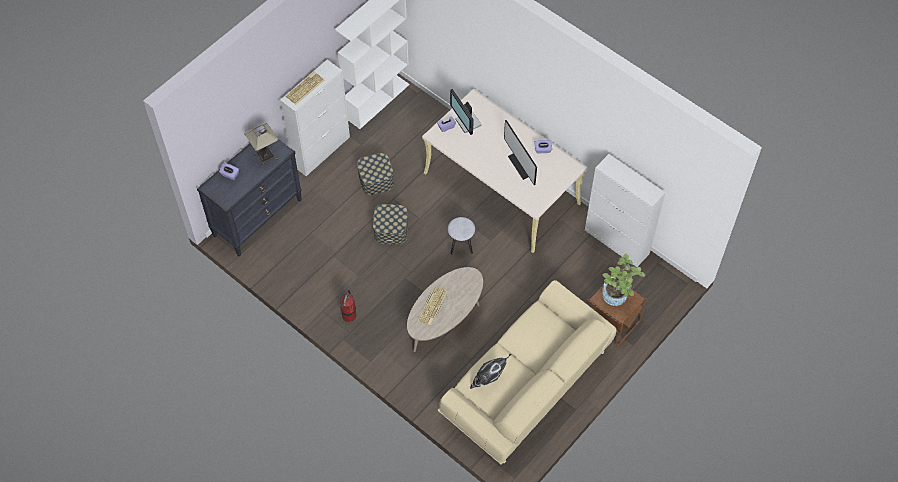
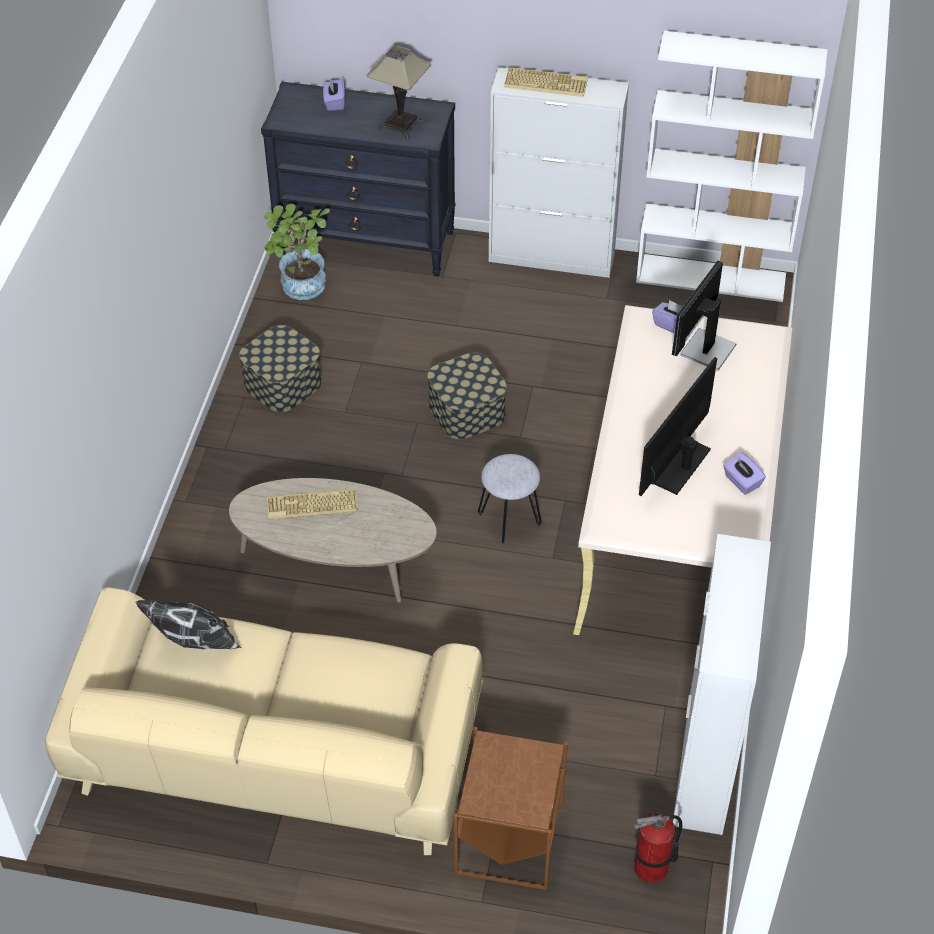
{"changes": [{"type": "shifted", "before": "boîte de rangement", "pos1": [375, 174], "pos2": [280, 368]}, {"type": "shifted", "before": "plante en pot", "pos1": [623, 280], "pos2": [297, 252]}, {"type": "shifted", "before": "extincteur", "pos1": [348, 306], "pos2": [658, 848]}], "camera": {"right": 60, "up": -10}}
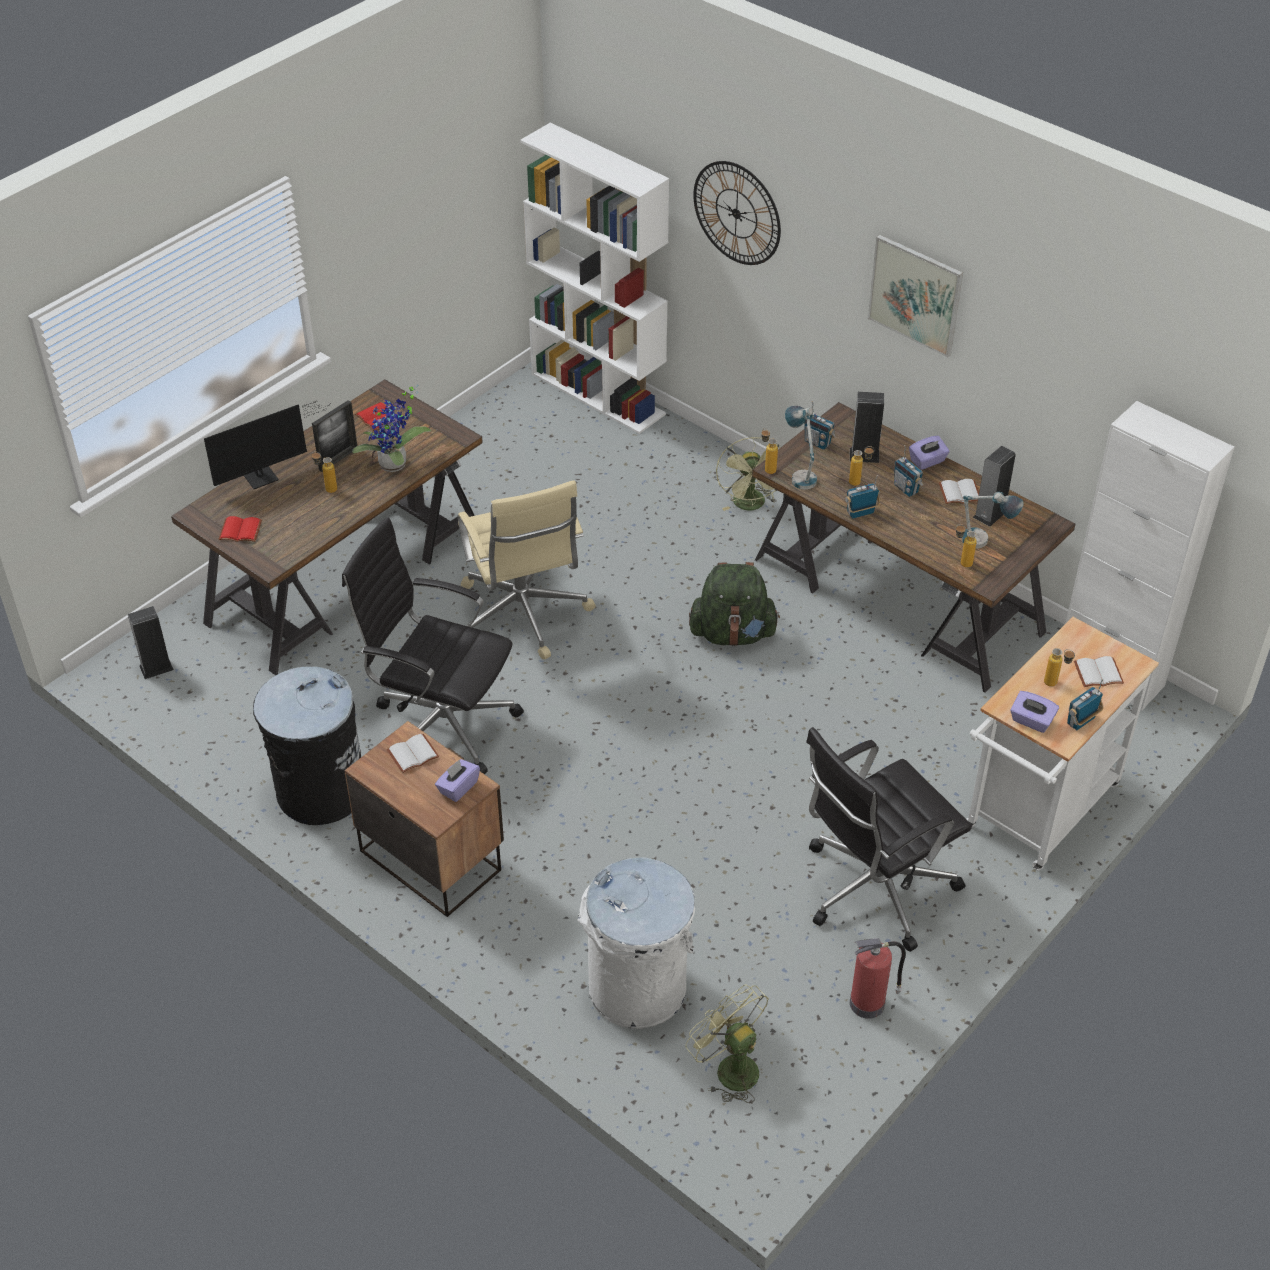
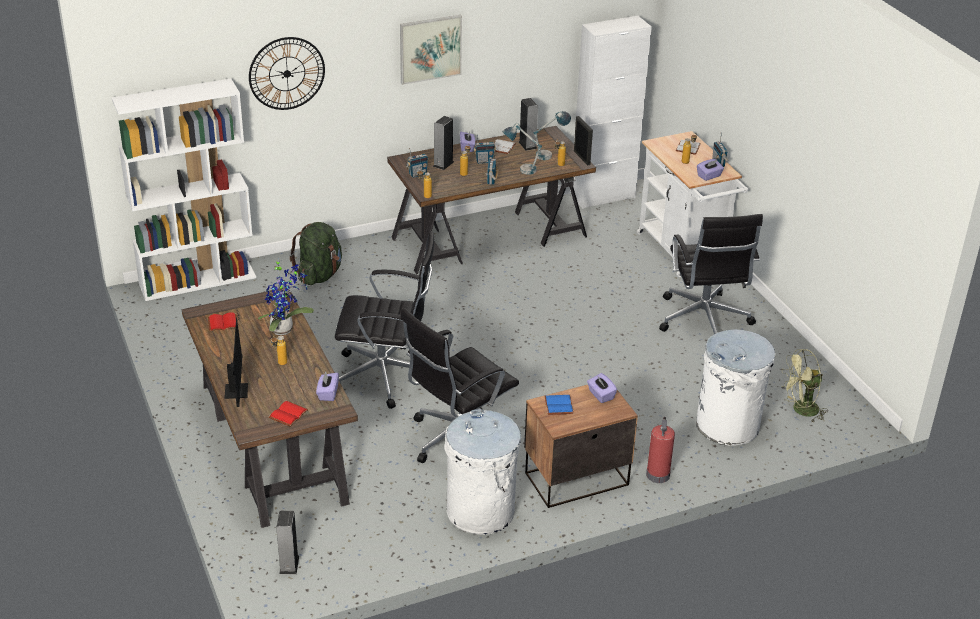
{"changes": [{"type": "shifted", "before": "sac à dos/vert", "pos1": [734, 604], "pos2": [316, 253]}, {"type": "new", "after": "boîte à mouchoirs/violet", "pos2": [327, 386]}, {"type": "repainted", "before": "chaise de bureau/beige", "after": "chaise de bureau/noir", "pos1": [527, 569], "pos2": [384, 320]}, {"type": "repainted", "before": "poubelle/noir", "after": "poubelle/blanc", "pos1": [307, 745], "pos2": [482, 472]}, {"type": "shifted", "before": "lampe de table", "pos1": [801, 448], "pos2": [522, 149]}, {"type": "repainted", "before": "livre/blanc", "after": "livre/bleu", "pos1": [413, 753], "pos2": [559, 405]}, {"type": "shifted", "before": "cadre photo", "pos1": [334, 436], "pos2": [583, 141]}, {"type": "shifted", "before": "extincteur", "pos1": [878, 978], "pos2": [660, 450]}, {"type": "gone", "before": "ventilateur/vert", "pos1": [748, 474]}], "camera": {"right": -65, "up": -10}}
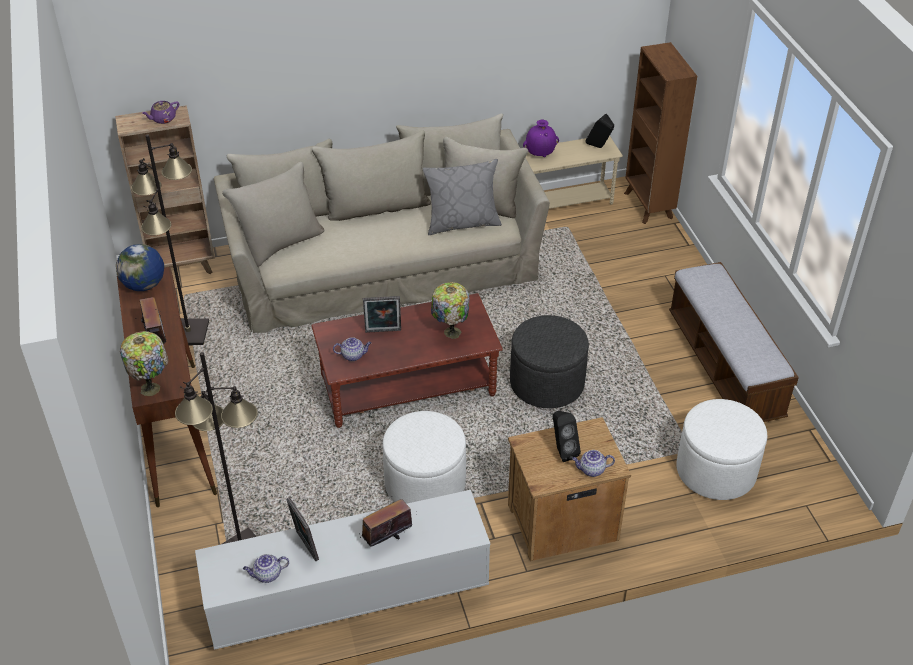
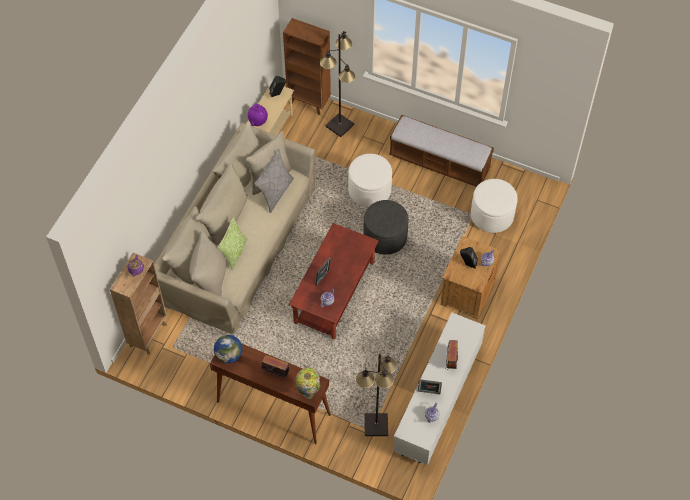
{"changes": [{"type": "new", "after": "coussin", "pos2": [233, 243]}, {"type": "shifted", "before": "lampadaire/noir", "pos1": [170, 240], "pos2": [337, 84]}, {"type": "shifted", "before": "pouf/blanc", "pos1": [424, 457], "pos2": [370, 180]}, {"type": "gone", "before": "lampe de table", "pos1": [450, 310]}], "camera": {"right": -50, "up": 15}}
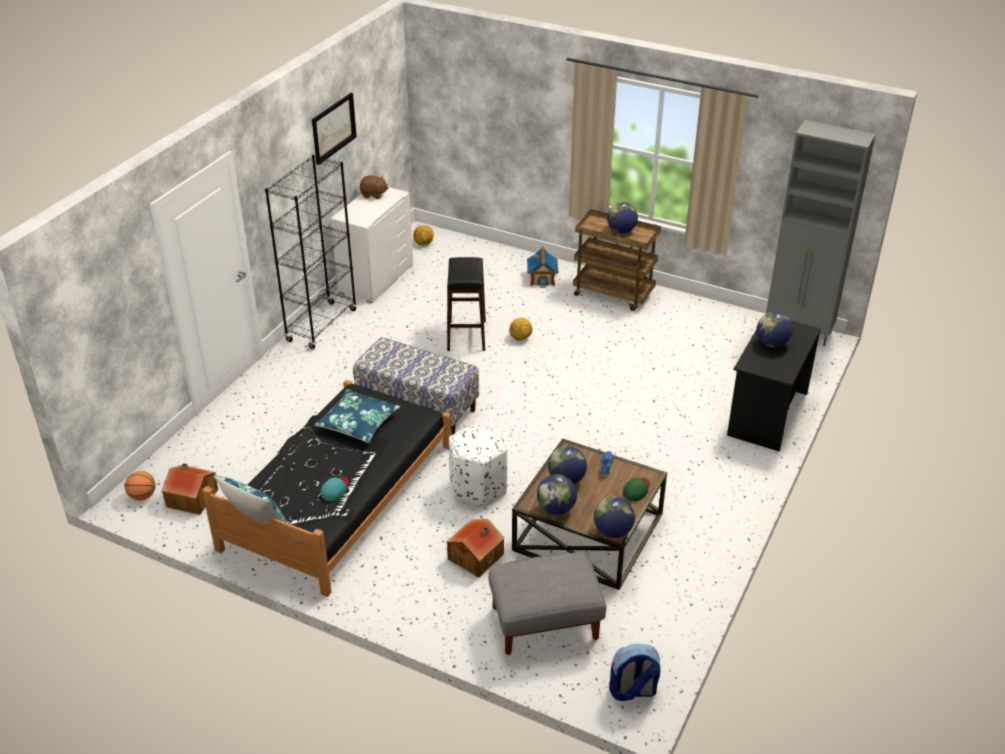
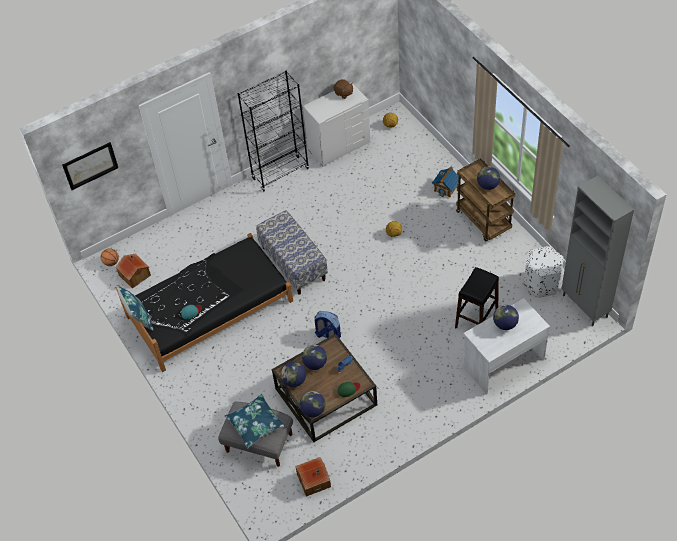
{"changes": [{"type": "shifted", "before": "tableau", "pos1": [334, 129], "pos2": [90, 166]}, {"type": "shifted", "before": "coussin/bleu", "pos1": [357, 416], "pos2": [255, 421]}, {"type": "shifted", "before": "maison miniature", "pos1": [475, 548], "pos2": [313, 477]}, {"type": "shifted", "before": "sac à dos", "pos1": [634, 672], "pos2": [327, 324]}, {"type": "shifted", "before": "tabouret/noir", "pos1": [466, 304], "pos2": [477, 298]}, {"type": "repainted", "before": "bureau/noir", "after": "bureau/blanc", "pos1": [774, 386], "pos2": [506, 346]}, {"type": "shifted", "before": "pouf/blanc", "pos1": [478, 465], "pos2": [544, 272]}], "camera": {"right": 35, "up": 15}}
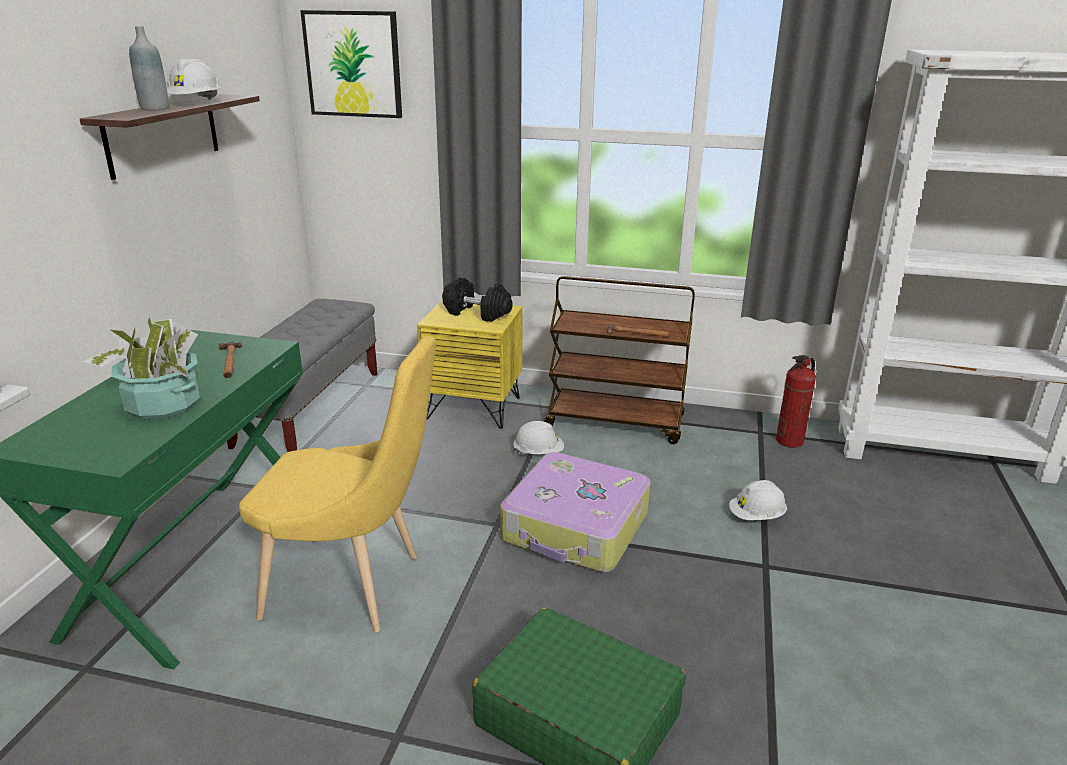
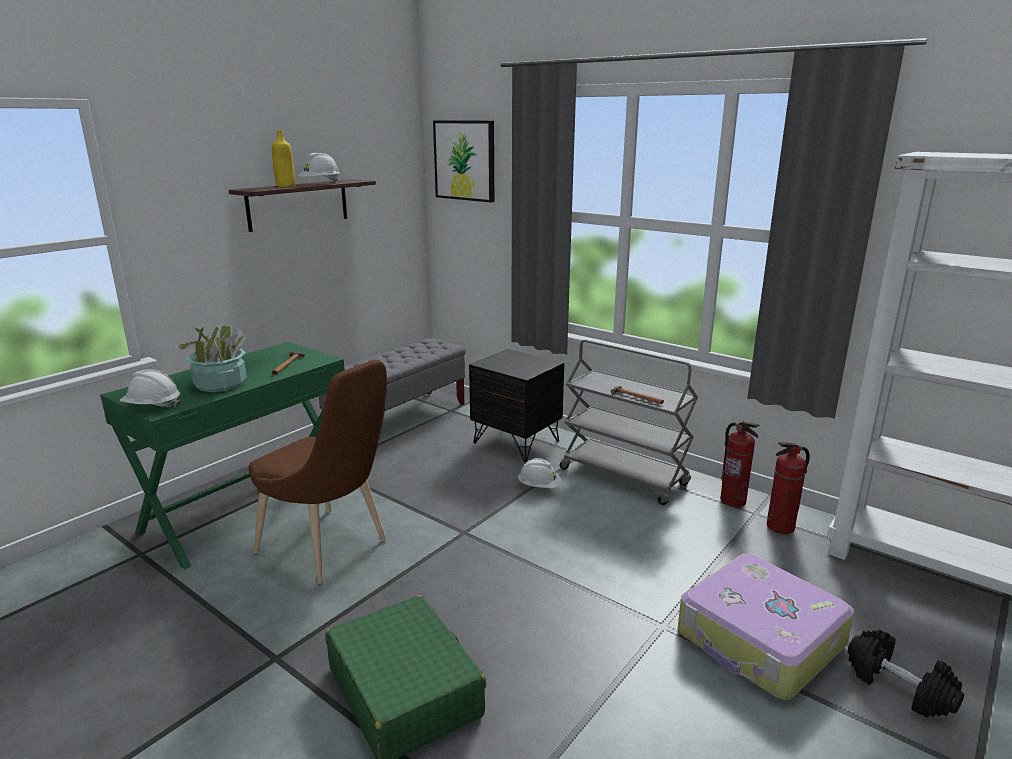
{"changes": [{"type": "shifted", "before": "casque de chantier/blanc", "pos1": [758, 500], "pos2": [150, 388]}, {"type": "repainted", "before": "chaise/jaune", "after": "chaise/marron", "pos1": [337, 484], "pos2": [318, 472]}, {"type": "repainted", "before": "bouteille/gris", "after": "bouteille/jaune", "pos1": [149, 68], "pos2": [283, 158]}, {"type": "repainted", "before": "table de chevet/jaune", "after": "table de chevet/noir", "pos1": [470, 364], "pos2": [516, 405]}, {"type": "repainted", "before": "chariot/marron", "after": "chariot/gris", "pos1": [619, 360], "pos2": [629, 422]}, {"type": "shifted", "before": "valise", "pos1": [575, 512], "pos2": [766, 627]}, {"type": "new", "after": "extincteur", "pos2": [739, 464]}, {"type": "shifted", "before": "haltère/noir", "pos1": [477, 299], "pos2": [906, 674]}], "camera": {"right": 25, "up": -5}}
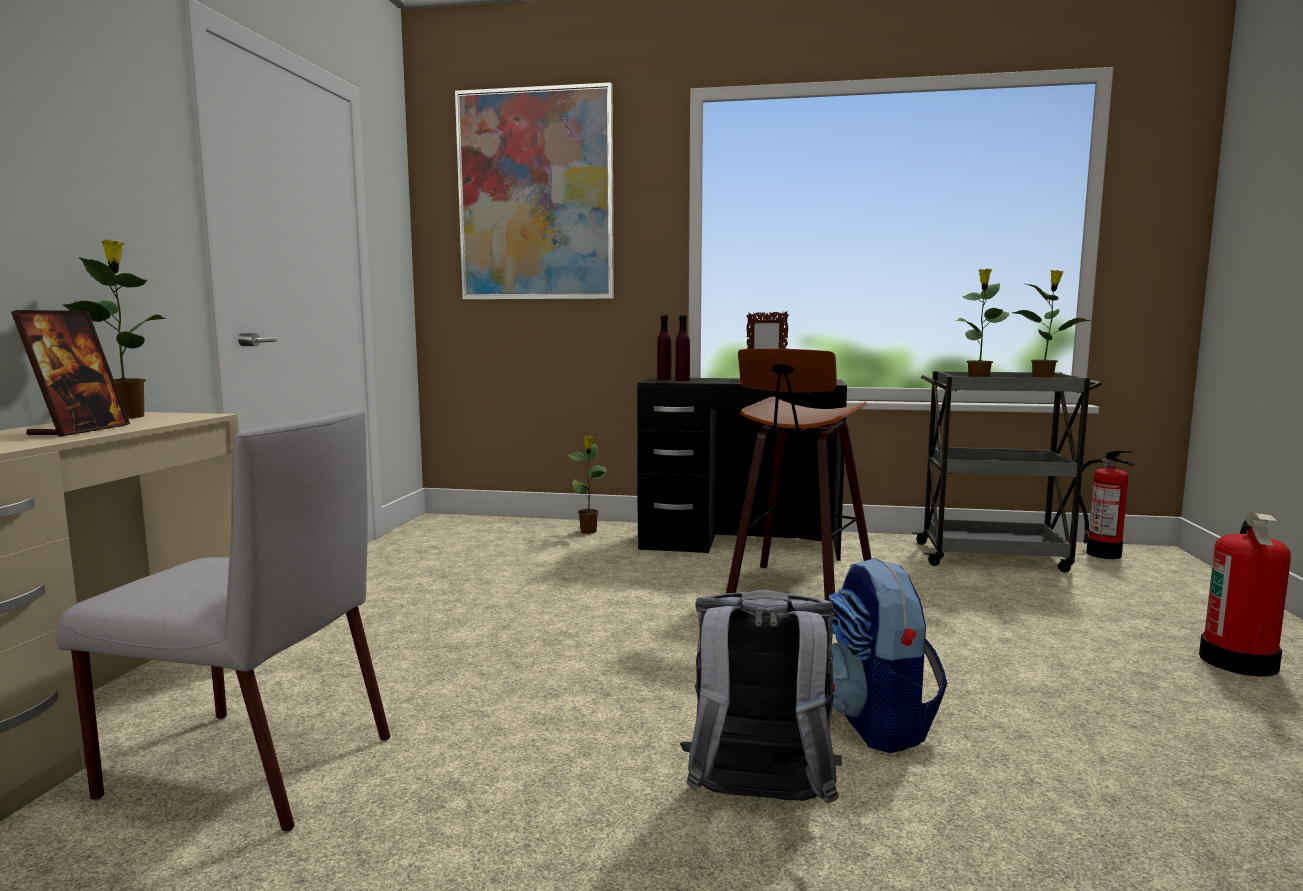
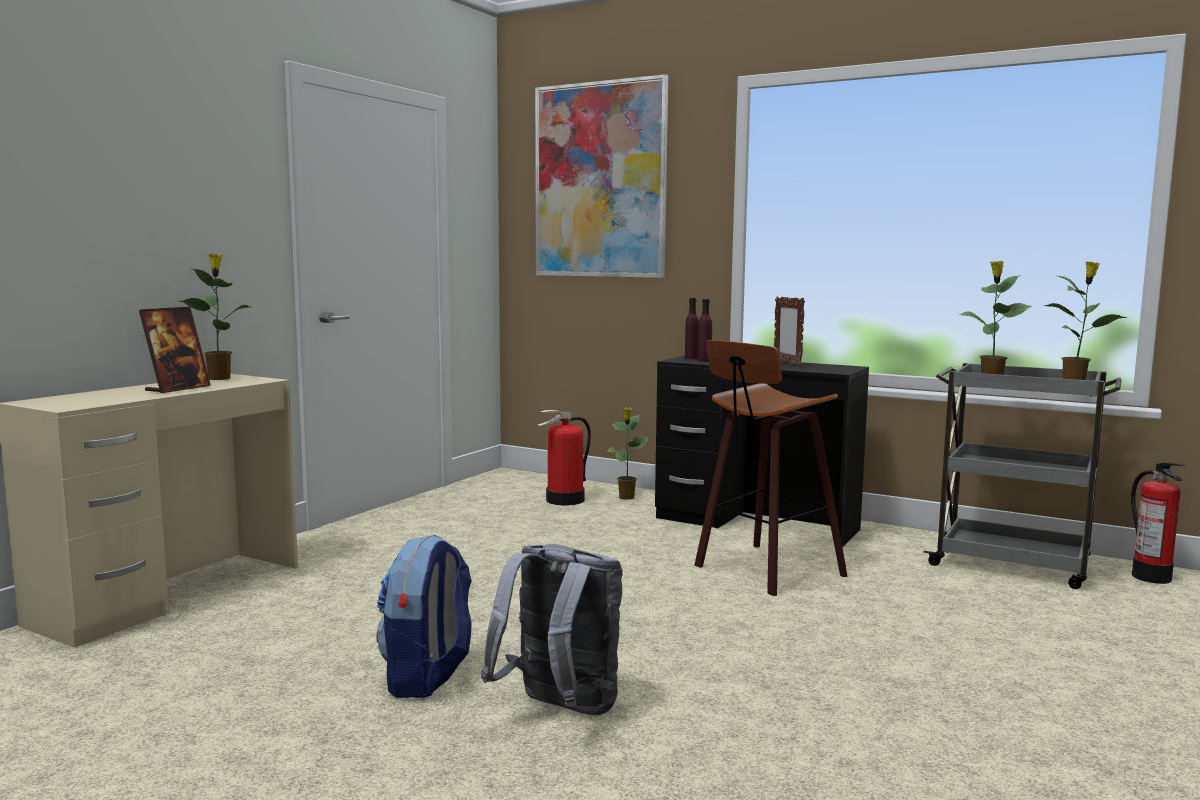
{"changes": [{"type": "shifted", "before": "sac à dos", "pos1": [887, 655], "pos2": [424, 616]}, {"type": "shifted", "before": "extincteur", "pos1": [1245, 595], "pos2": [564, 457]}, {"type": "gone", "before": "chaise/gris", "pos1": [223, 620]}], "camera": {"right": 20, "up": 0}}
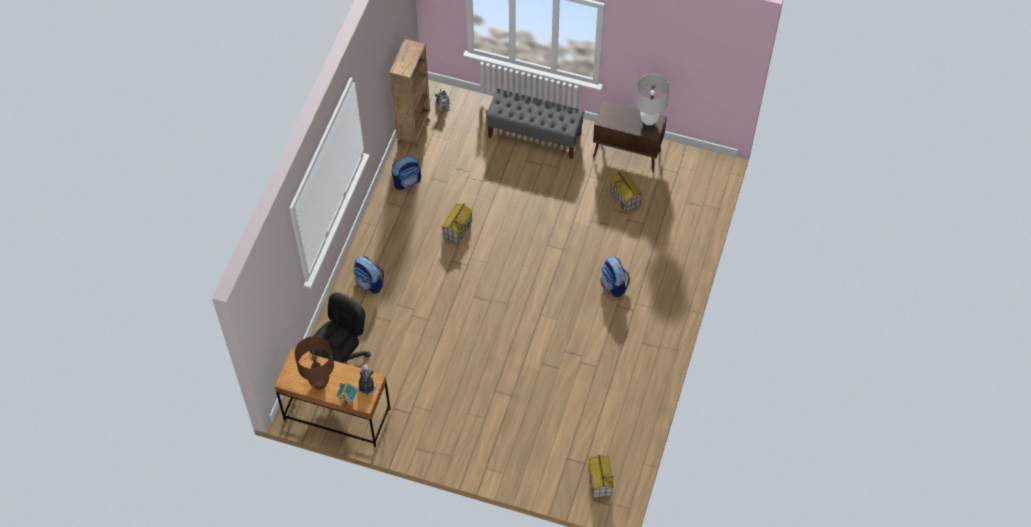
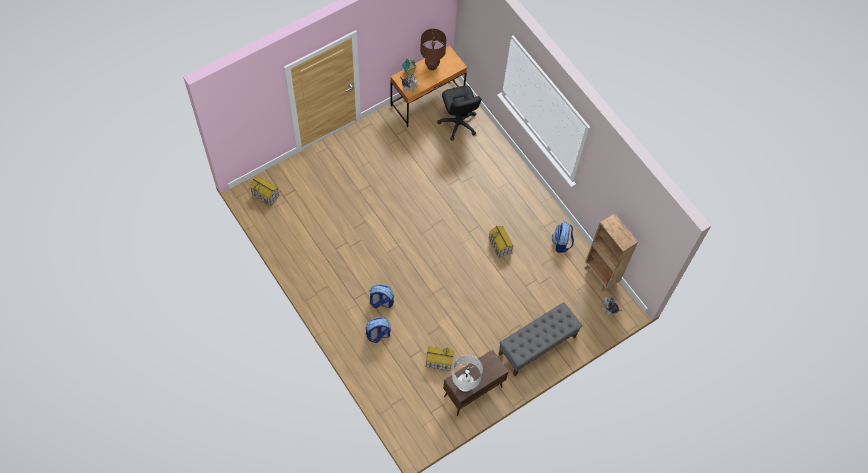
{"changes": [{"type": "shifted", "before": "sac à dos", "pos1": [369, 275], "pos2": [378, 330]}], "camera": {"right": 125, "up": 5}}
